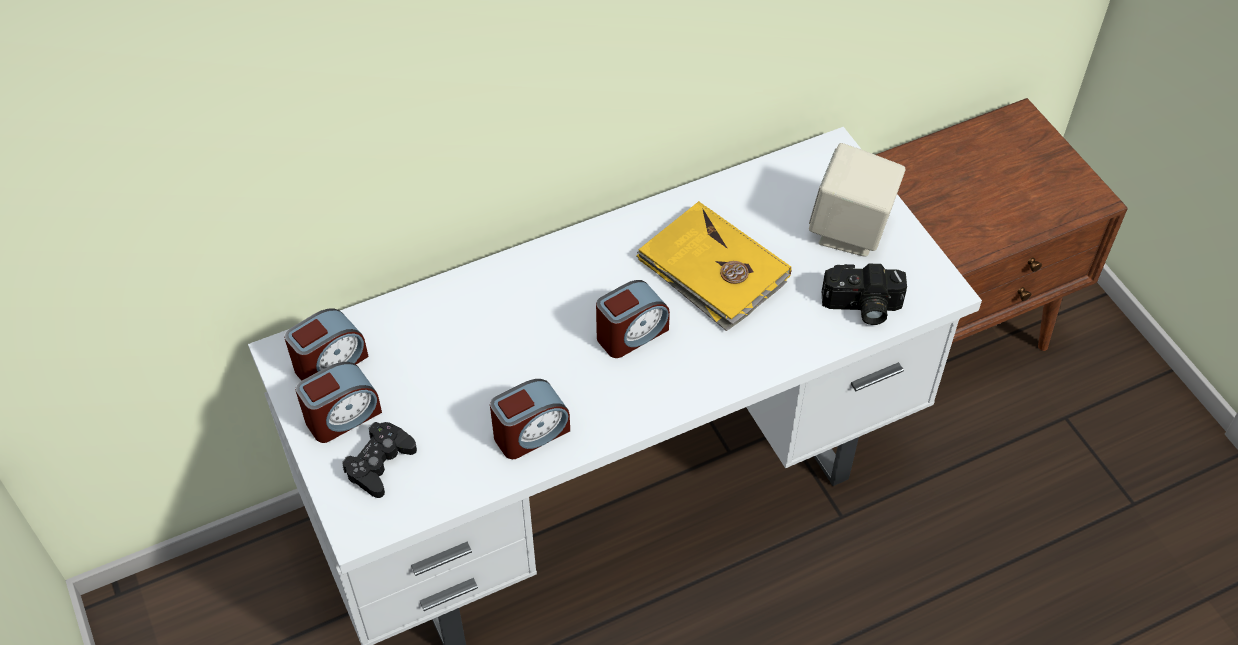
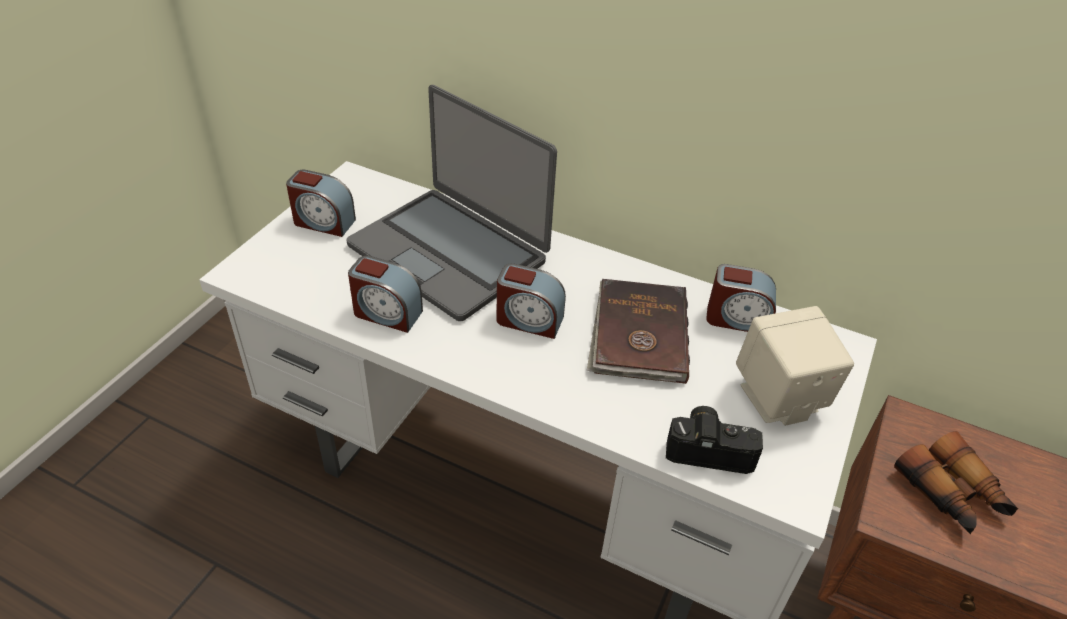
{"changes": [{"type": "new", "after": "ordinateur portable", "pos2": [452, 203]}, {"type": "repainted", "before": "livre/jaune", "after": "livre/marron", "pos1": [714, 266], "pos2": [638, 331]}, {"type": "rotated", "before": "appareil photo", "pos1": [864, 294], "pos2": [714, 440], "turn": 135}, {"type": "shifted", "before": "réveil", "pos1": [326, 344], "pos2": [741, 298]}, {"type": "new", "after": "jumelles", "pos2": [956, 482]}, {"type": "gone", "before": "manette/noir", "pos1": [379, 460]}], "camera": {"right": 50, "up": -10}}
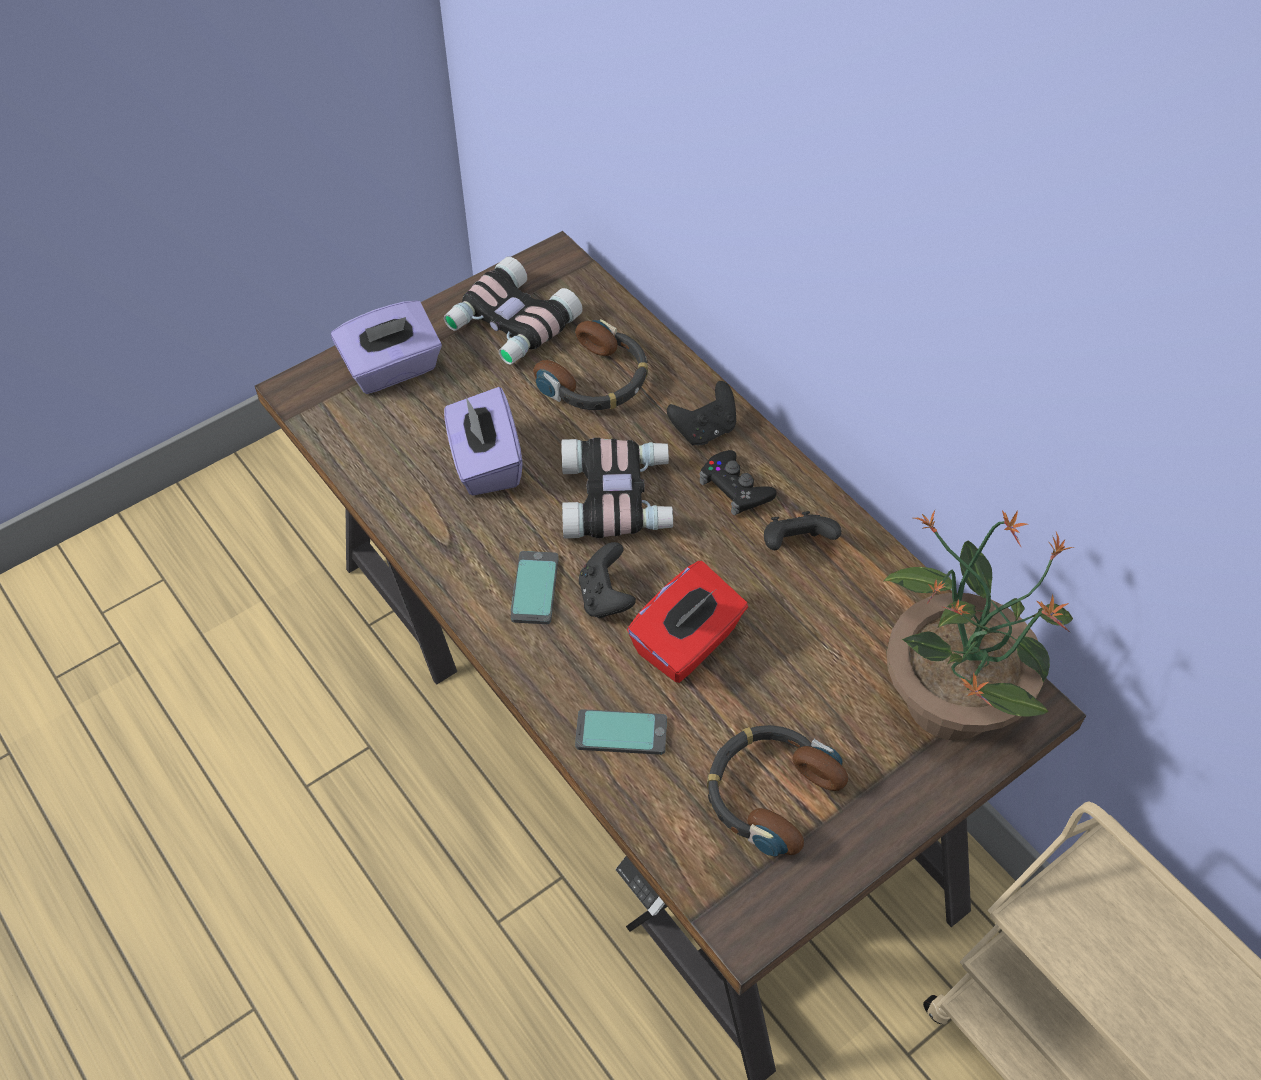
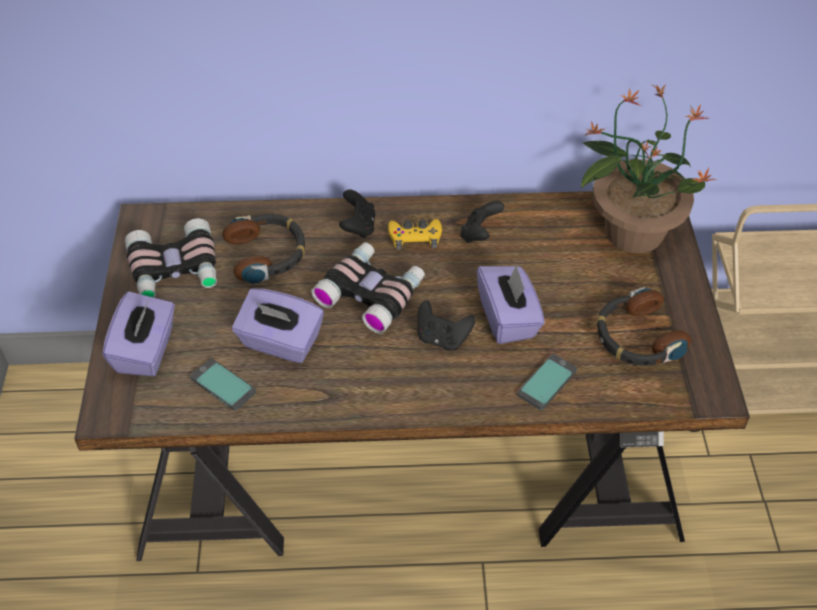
{"changes": [{"type": "shifted", "before": "téléphone", "pos1": [534, 587], "pos2": [223, 384]}, {"type": "repainted", "before": "manette/noir", "after": "manette/jaune", "pos1": [738, 482], "pos2": [415, 234]}, {"type": "repainted", "before": "boîte à mouchoirs/rouge", "after": "boîte à mouchoirs/violet", "pos1": [687, 622], "pos2": [511, 304]}], "camera": {"right": -55, "up": -5}}
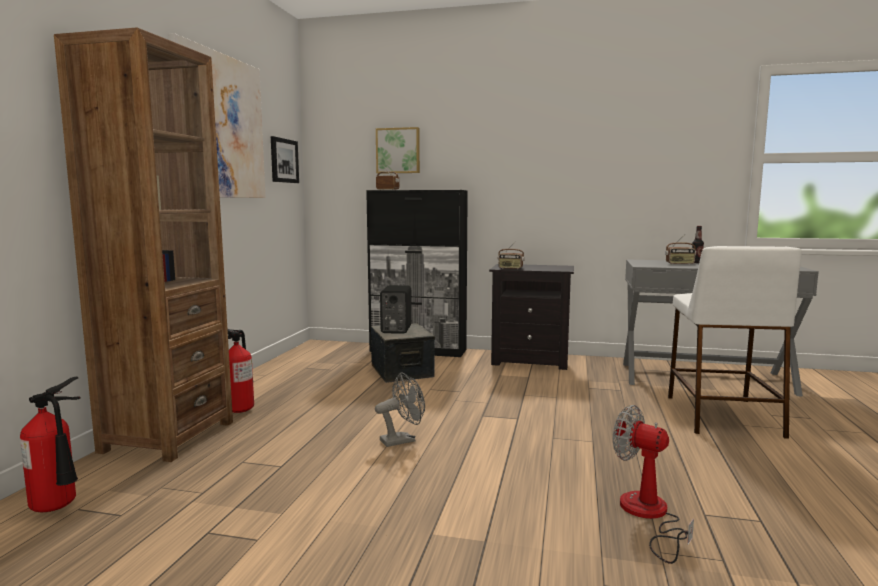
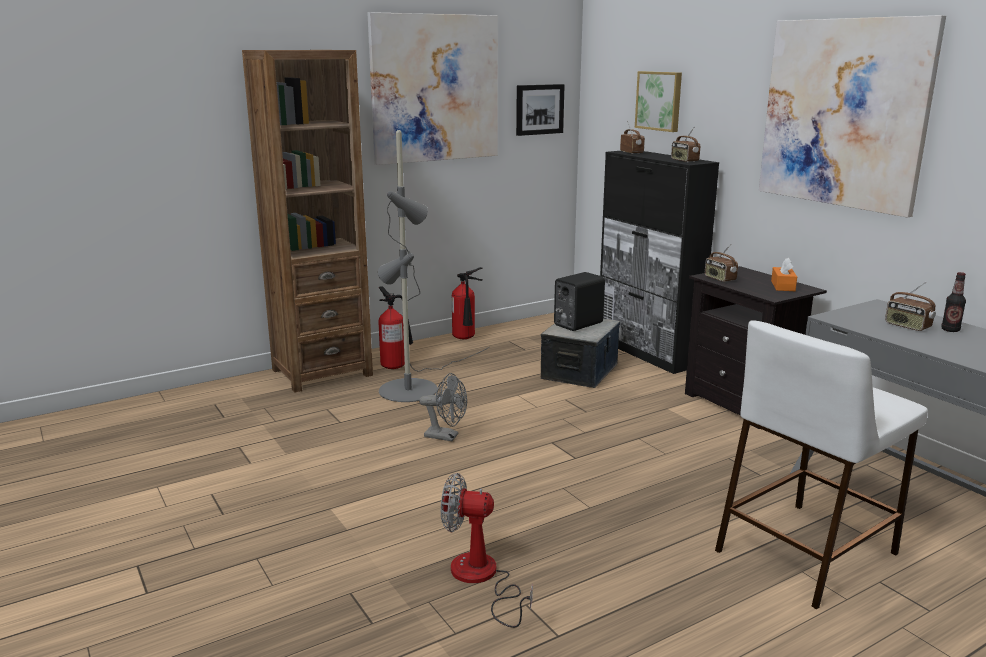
{"changes": [{"type": "new", "after": "lampadaire/gris", "pos2": [433, 266]}, {"type": "rotated", "before": "ventilateur", "pos1": [653, 484], "pos2": [487, 550], "turn": -75}, {"type": "shifted", "before": "extincteur", "pos1": [50, 444], "pos2": [467, 303]}, {"type": "new", "after": "radio", "pos2": [685, 144]}, {"type": "new", "after": "tableau", "pos2": [852, 116]}, {"type": "new", "after": "boîte à mouchoirs/orange", "pos2": [784, 274]}], "camera": {"right": 45, "up": 10}}
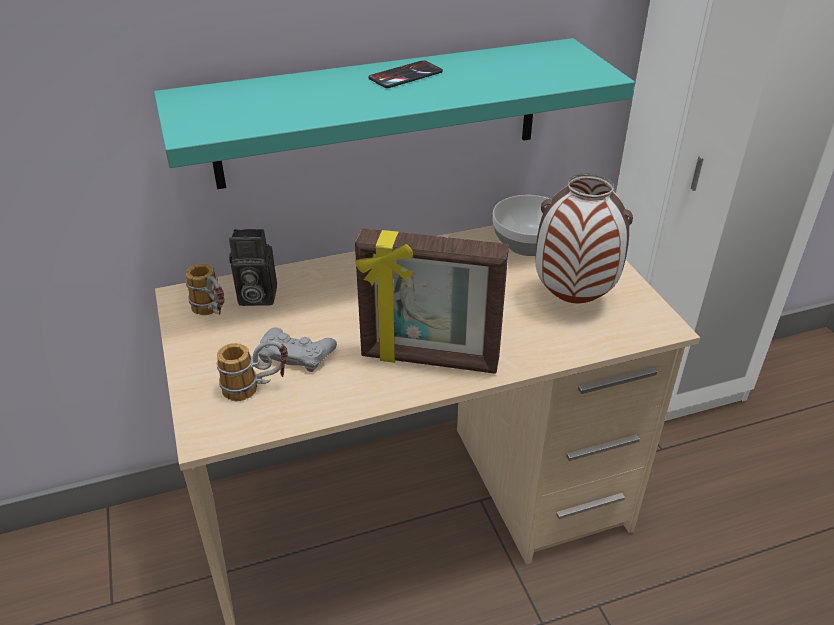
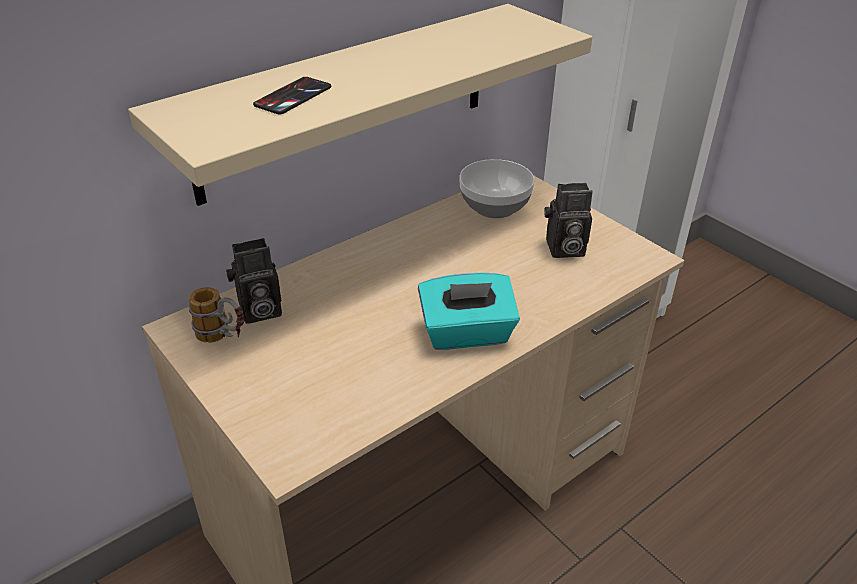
{"changes": [{"type": "repainted", "before": "étagère/turquoise", "after": "étagère/beige", "pos1": [394, 113], "pos2": [360, 105]}, {"type": "shifted", "before": "téléphone", "pos1": [405, 74], "pos2": [292, 95]}, {"type": "swapped", "before": "cadre photo", "after": "boîte à mouchoirs/turquoise", "pos1": [432, 301], "pos2": [469, 311]}, {"type": "swapped", "before": "vase", "after": "appareil photo", "pos1": [584, 238], "pos2": [569, 220]}, {"type": "gone", "before": "mug", "pos1": [252, 371]}, {"type": "gone", "before": "manette/gris", "pos1": [298, 349]}], "camera": {"right": -20, "up": 0}}
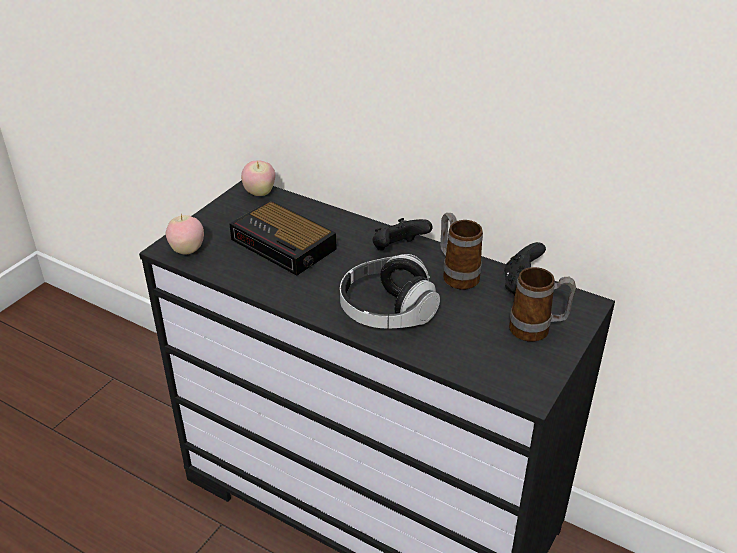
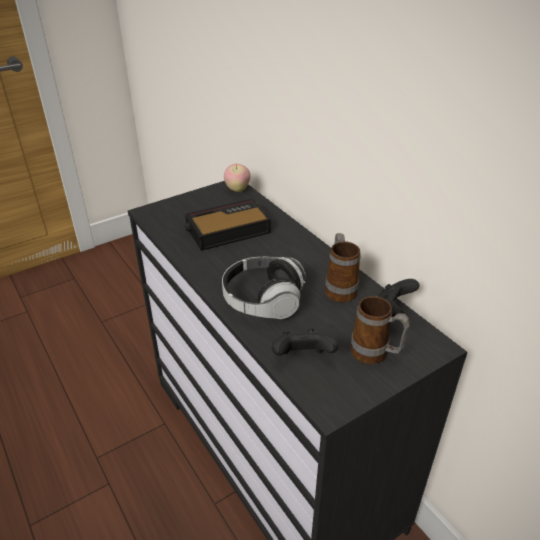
{"changes": [{"type": "rotated", "before": "réveil", "pos1": [283, 238], "pos2": [228, 224], "turn": 90}, {"type": "shifted", "before": "manette/noir", "pos1": [402, 234], "pos2": [305, 342]}, {"type": "gone", "before": "pomme", "pos1": [185, 234]}], "camera": {"right": 25, "up": 0}}
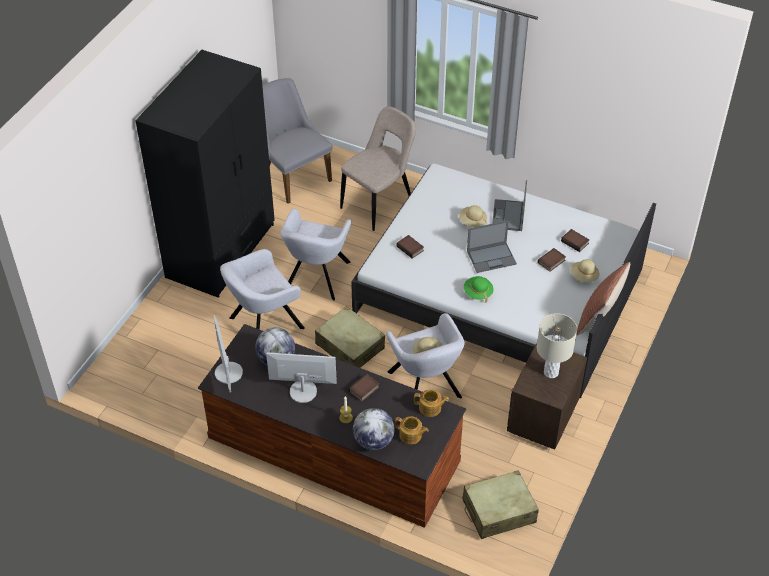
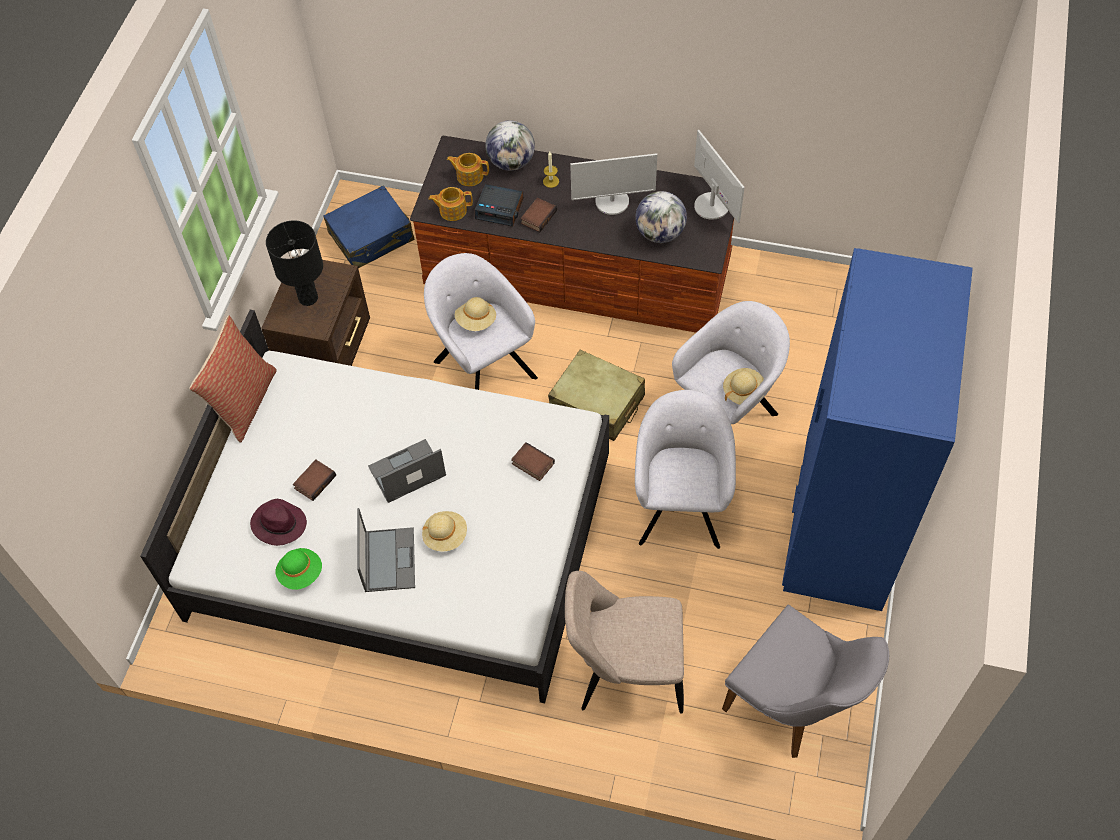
{"changes": [{"type": "swapped", "before": "livre", "after": "chapeau/violet", "pos1": [575, 240], "pos2": [278, 522]}, {"type": "repainted", "before": "lampe de table/beige", "after": "lampe de table/noir", "pos1": [557, 345], "pos2": [294, 263]}, {"type": "shifted", "before": "chapeau/vert", "pos1": [479, 289], "pos2": [298, 569]}, {"type": "repainted", "before": "valise/beige", "after": "valise/bleu", "pos1": [500, 504], "pos2": [369, 226]}, {"type": "new", "after": "réveil", "pos2": [499, 205]}, {"type": "rotated", "before": "chaise/beige", "pos1": [378, 168], "pos2": [624, 642], "turn": 60}, {"type": "shifted", "before": "chapeau/beige", "pos1": [584, 270], "pos2": [743, 386]}, {"type": "repainted", "before": "armoire/noir", "after": "armoire/bleu", "pos1": [205, 174], "pos2": [877, 429]}], "camera": {"right": 170, "up": 10}}
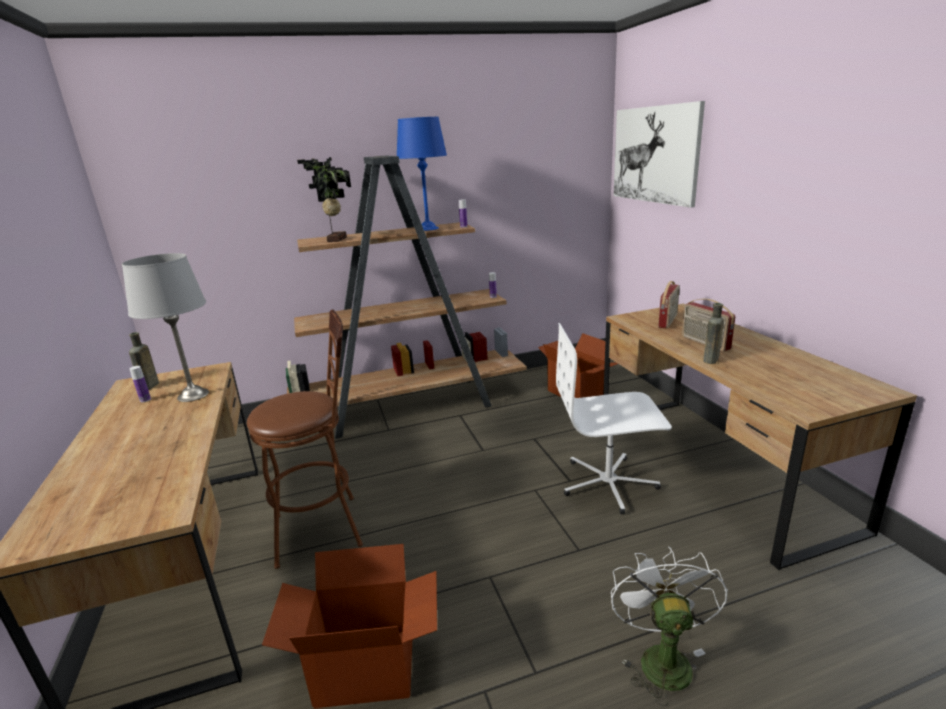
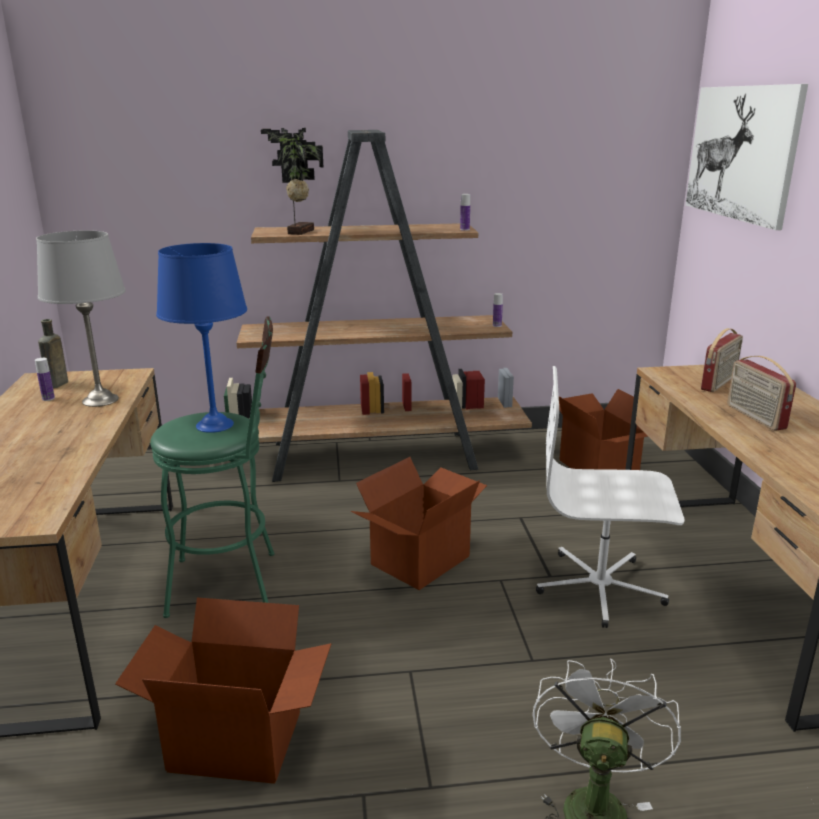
{"changes": [{"type": "repainted", "before": "tabouret/marron", "after": "tabouret/vert", "pos1": [305, 439], "pos2": [212, 467]}, {"type": "shifted", "before": "lampe de table/bleu", "pos1": [422, 174], "pos2": [201, 338]}, {"type": "new", "after": "carton", "pos2": [418, 523]}, {"type": "gone", "before": "bouteille/marron", "pos1": [713, 333]}], "camera": {"right": 10, "up": 0}}
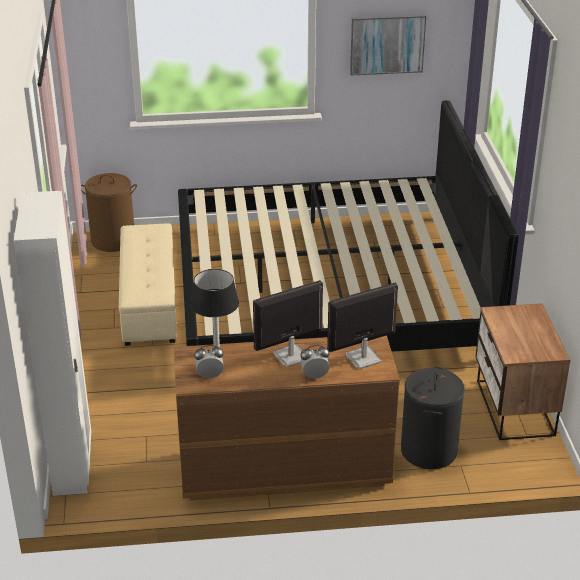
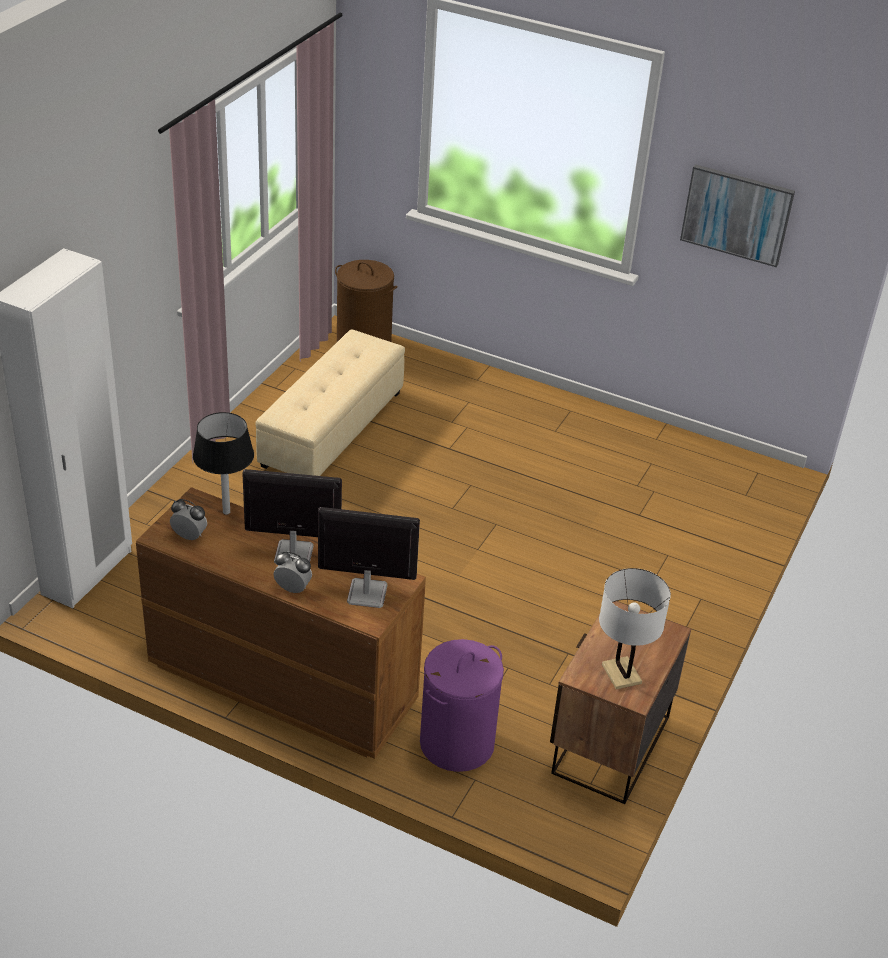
{"changes": [{"type": "repainted", "before": "panier à linge/noir", "after": "panier à linge/violet", "pos1": [433, 418], "pos2": [462, 705]}, {"type": "new", "after": "lampe de table/blanc", "pos2": [635, 628]}, {"type": "gone", "before": "lit", "pos1": [348, 226]}], "camera": {"right": 30, "up": 5}}
